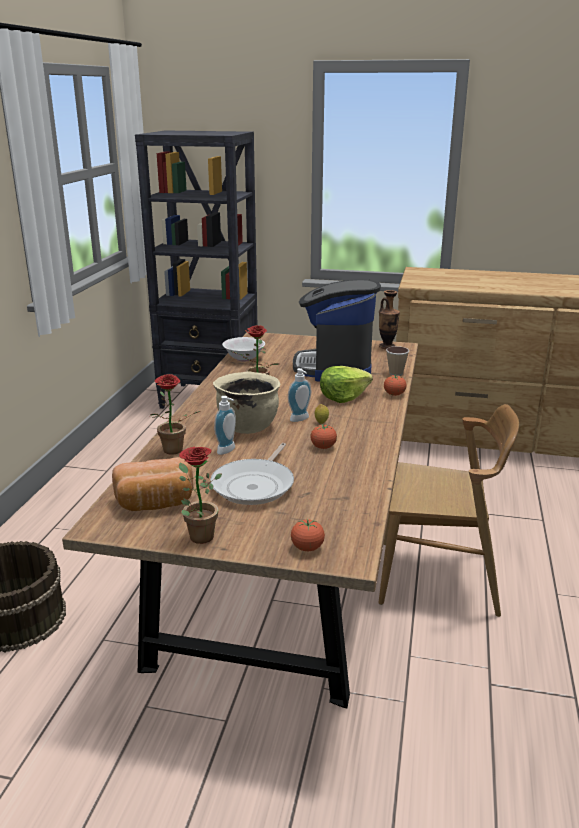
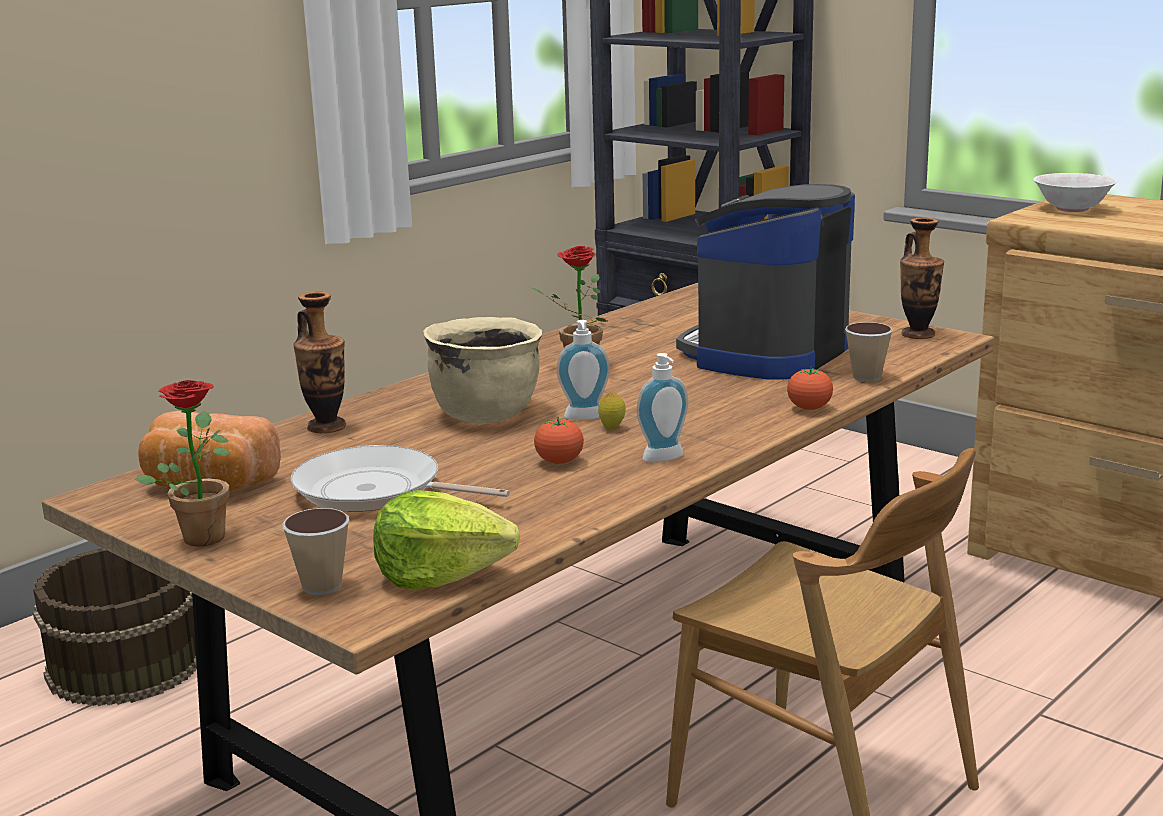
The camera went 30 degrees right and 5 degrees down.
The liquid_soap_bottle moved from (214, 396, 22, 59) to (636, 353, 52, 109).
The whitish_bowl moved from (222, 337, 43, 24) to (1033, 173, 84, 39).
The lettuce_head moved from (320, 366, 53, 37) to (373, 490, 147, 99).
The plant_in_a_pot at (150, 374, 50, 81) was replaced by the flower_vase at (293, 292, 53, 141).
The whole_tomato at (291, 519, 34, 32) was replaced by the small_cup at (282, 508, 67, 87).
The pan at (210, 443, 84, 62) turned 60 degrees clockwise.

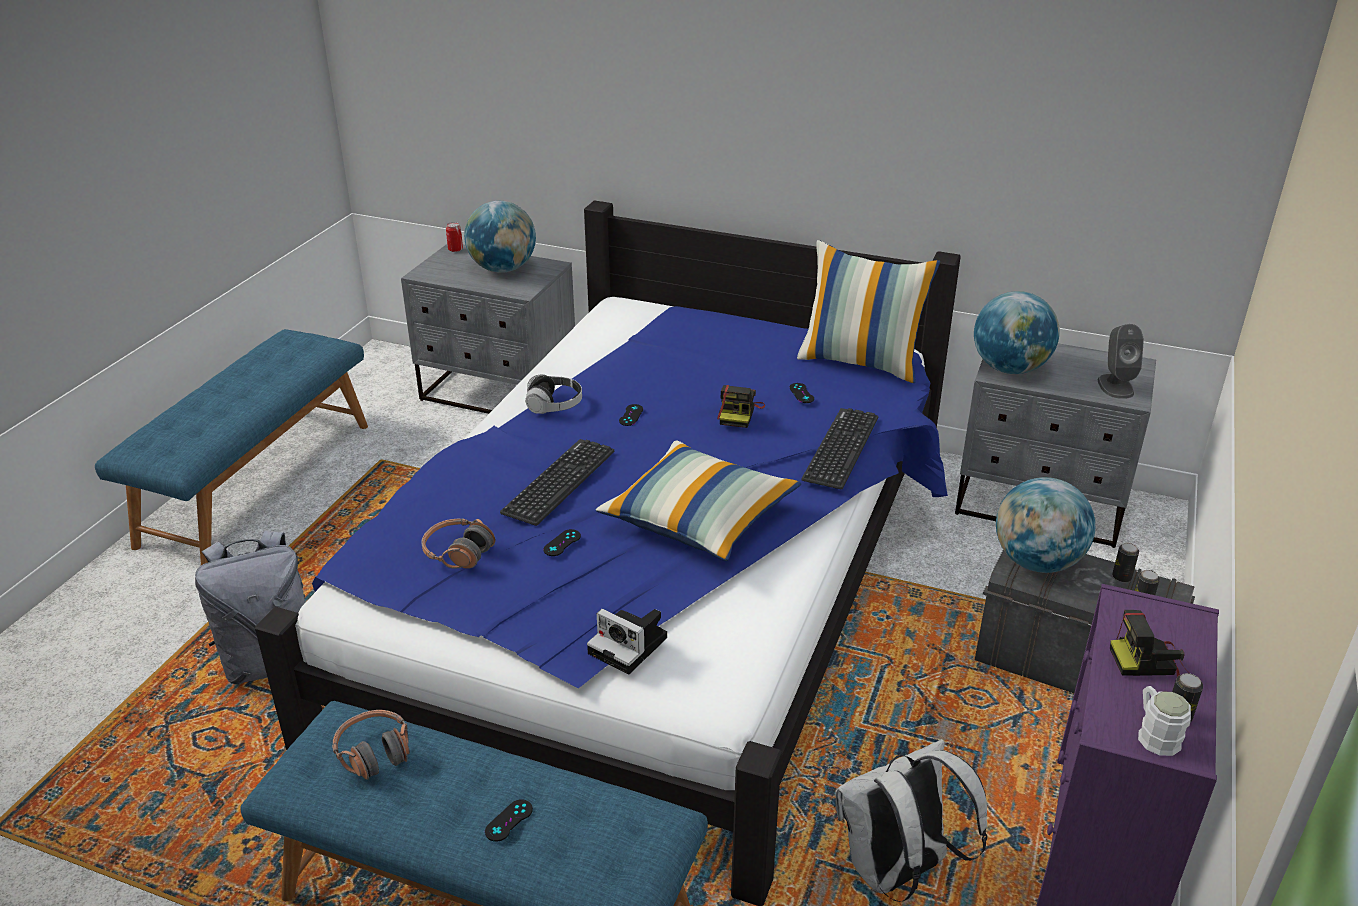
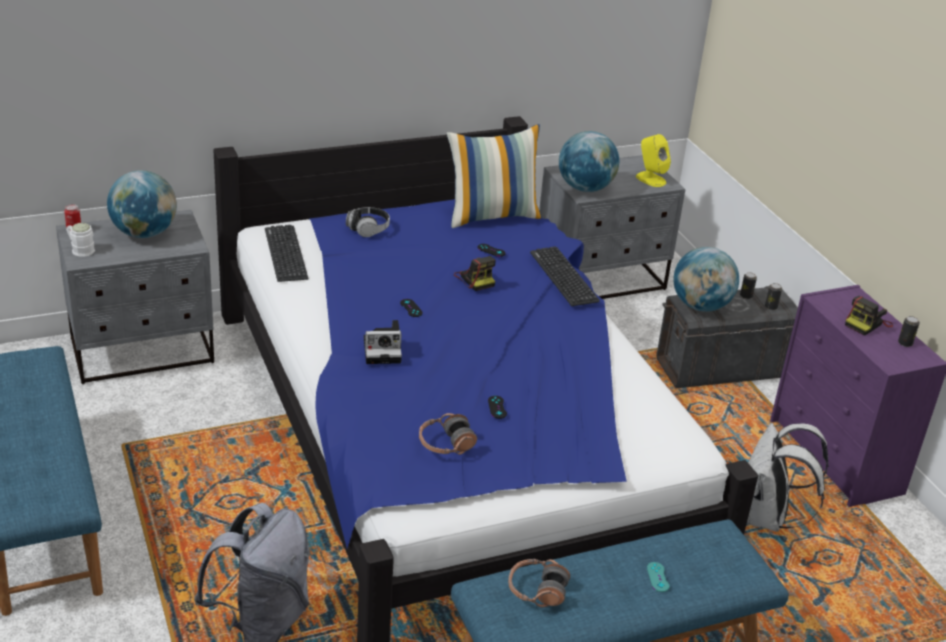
The camera went 45 degrees left and 0 degrees up.
The cushion at (596, 440, 205, 121) disappeared.
The computer_keyboard moved from (500, 439, 114, 87) to (265, 225, 43, 57).
The headset moved from (525, 374, 57, 40) to (346, 207, 44, 30).
The photo_camera moved from (587, 609, 80, 65) to (364, 320, 38, 44).
The whitish_coffee_mug moved from (1138, 686, 53, 70) to (66, 223, 29, 33).
The blackish_joypad at (485, 799, 48, 43) became the turquoise-coloured_joypad at (647, 562, 23, 30).
The greyish_audio_speaker at (1098, 324, 46, 75) became the yellowish_audio_speaker at (636, 134, 35, 53).

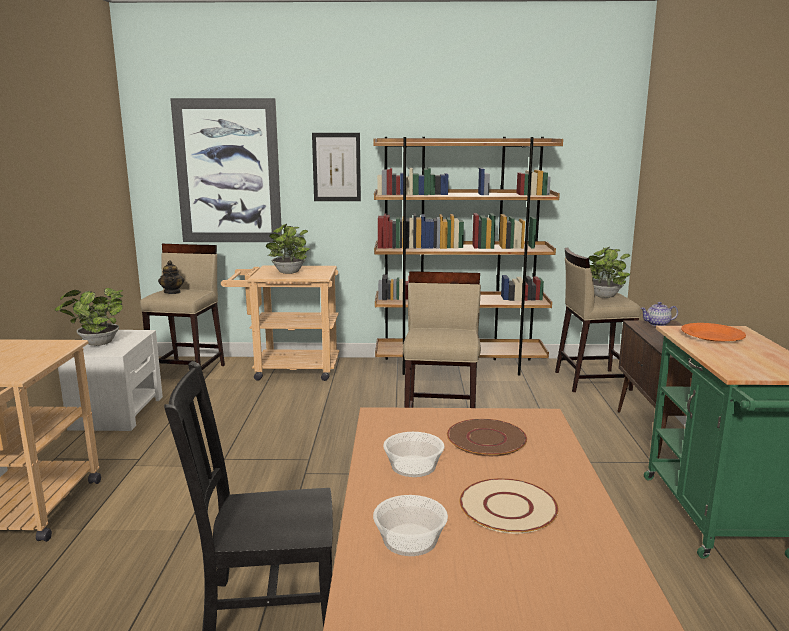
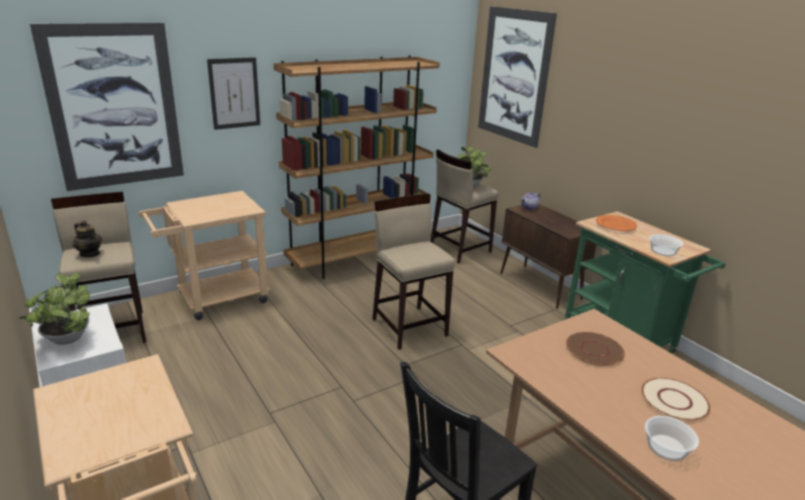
The camera went 35 degrees left and 10 degrees up.
The plant_in_a_pot at (266, 224, 44, 50) disappeared.
The wall_picture at (478, 6, 79, 142) appeared.
The bowl moved from (383, 432, 61, 45) to (650, 234, 33, 22).

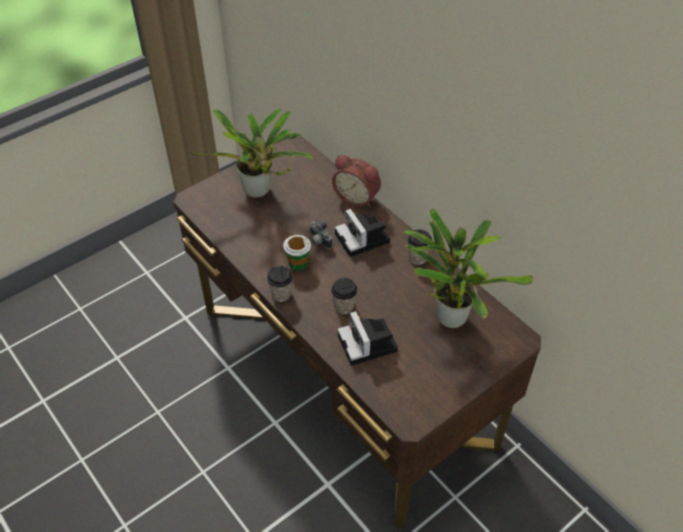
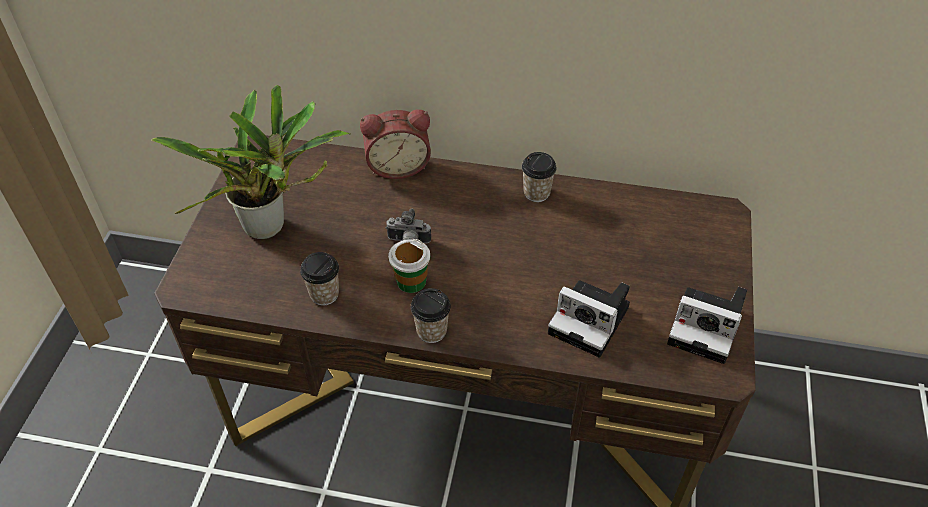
The camera went 40 degrees left and 0 degrees up.
The plant_in_a_pot at (404, 209, 130, 119) disappeared.
The small_cup moved from (331, 278, 27, 36) to (300, 252, 39, 54).
The photo_camera moved from (335, 209, 55, 48) to (667, 287, 80, 77).

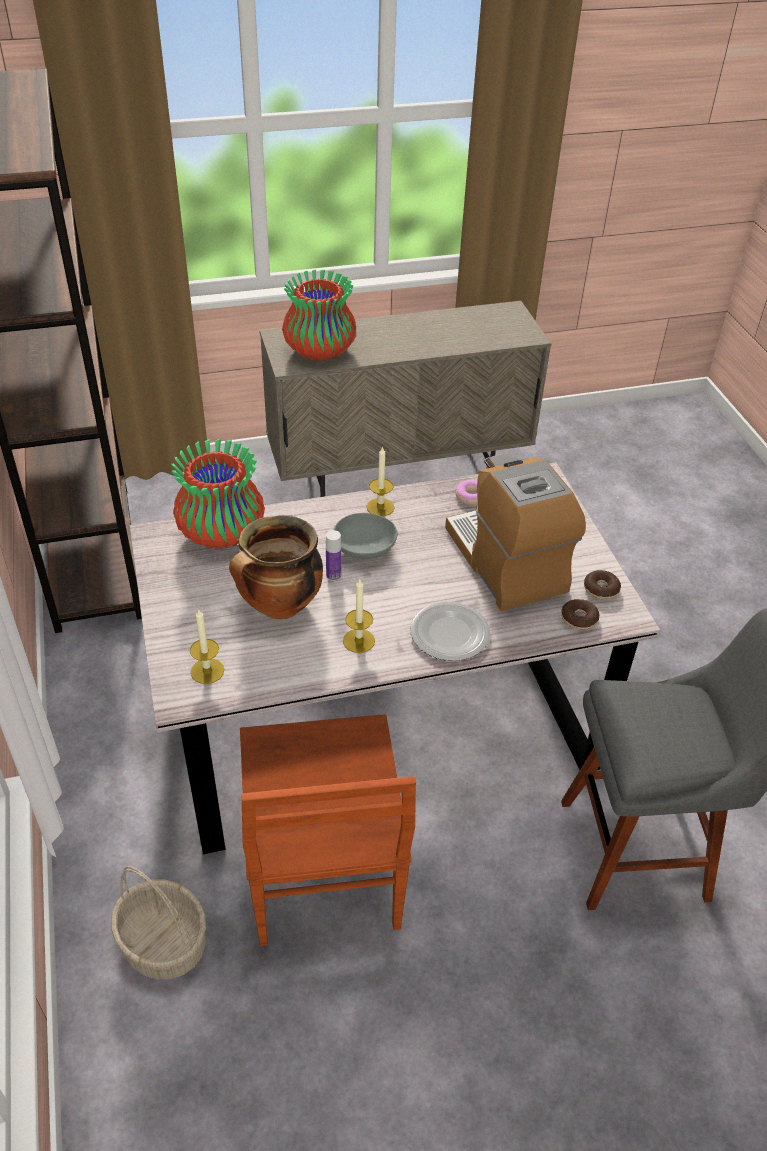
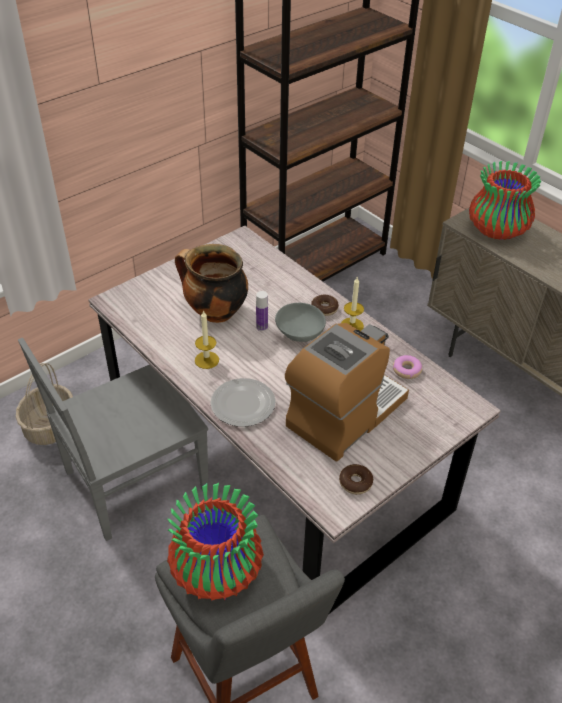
The camera went 65 degrees right and 0 degrees up.
The candle at (190, 609, 34, 75) disappeared.
The flower_vase moved from (171, 439, 94, 110) to (167, 483, 97, 118).
The ring_doughnut moved from (561, 599, 38, 31) to (311, 295, 28, 21).
The brown-coloured_chair at (240, 714, 176, 232) became the greyish_chair at (18, 338, 191, 203).

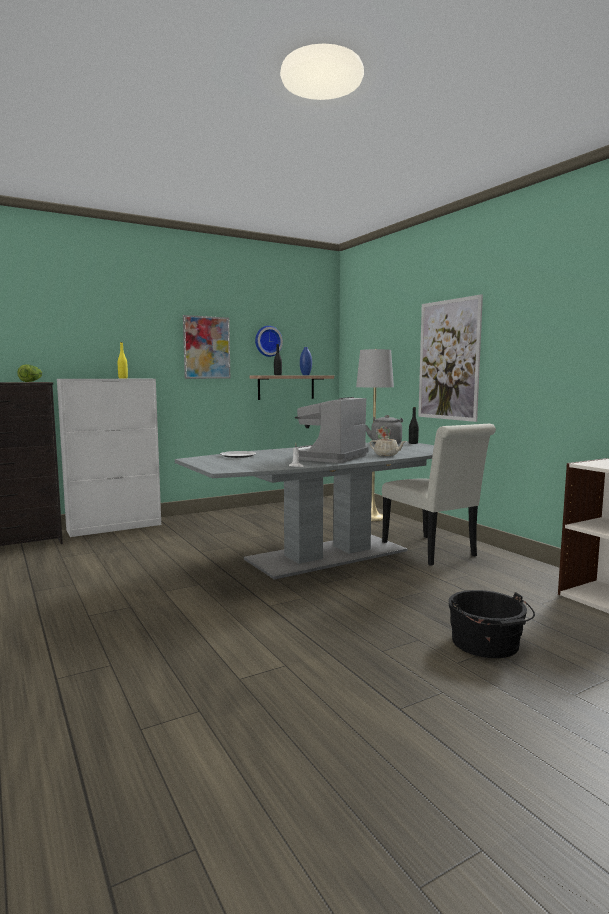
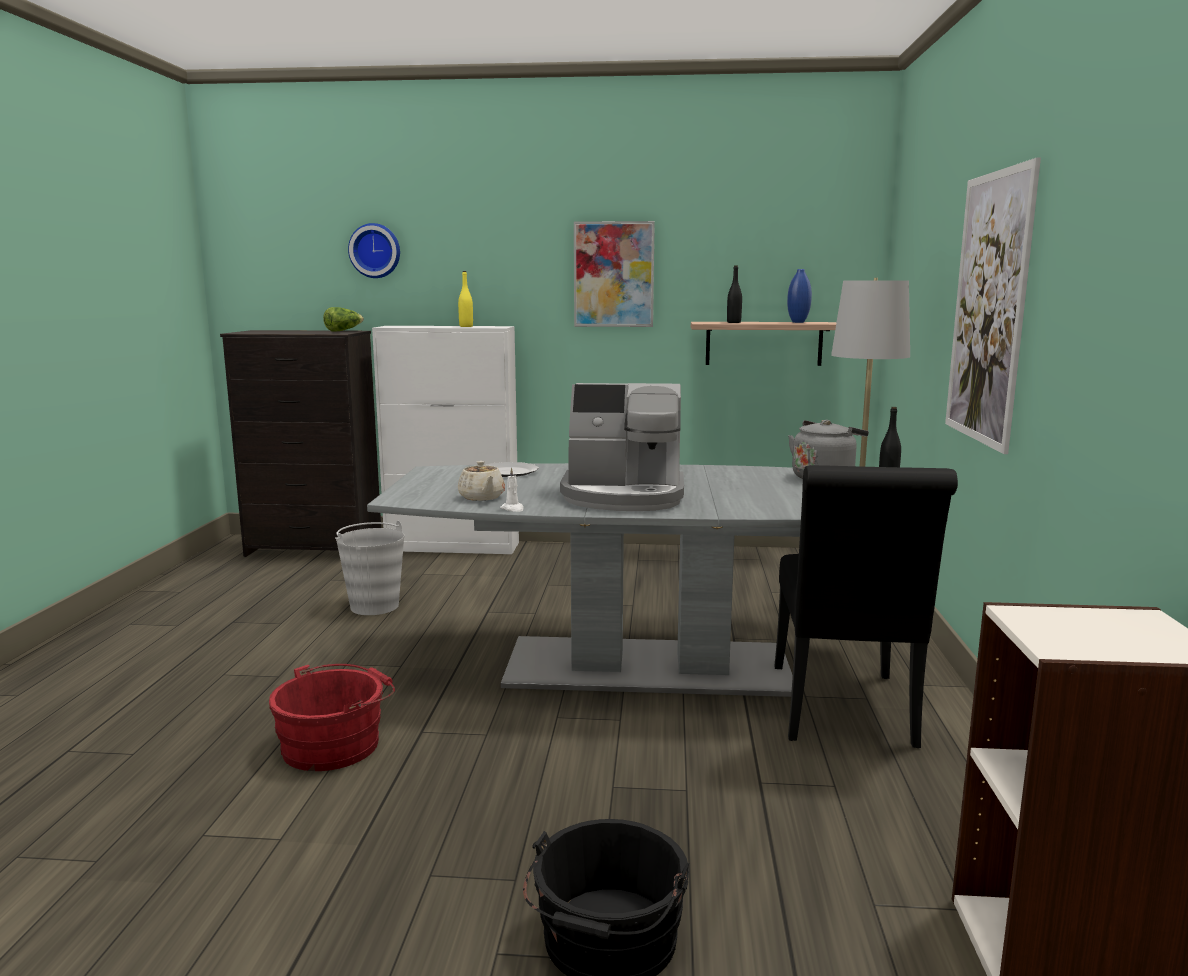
The camera went 35 degrees right and 5 degrees up.
The red_pail at (269, 664, 126, 107) appeared.
The greyish_pail at (335, 521, 69, 94) appeared.
The clock_on_the_wall moved from (255, 326, 28, 31) to (348, 223, 52, 55).
The sand-coloured_tea_pot moved from (369, 436, 37, 20) to (458, 461, 47, 40).
The whitish_chair at (382, 424, 114, 142) became the blackish_chair at (774, 465, 184, 283).
The coffee_maker at (295, 397, 74, 66) turned 150 degrees counterclockwise.

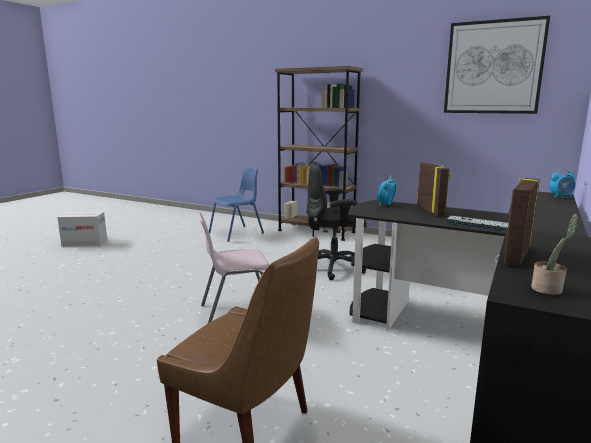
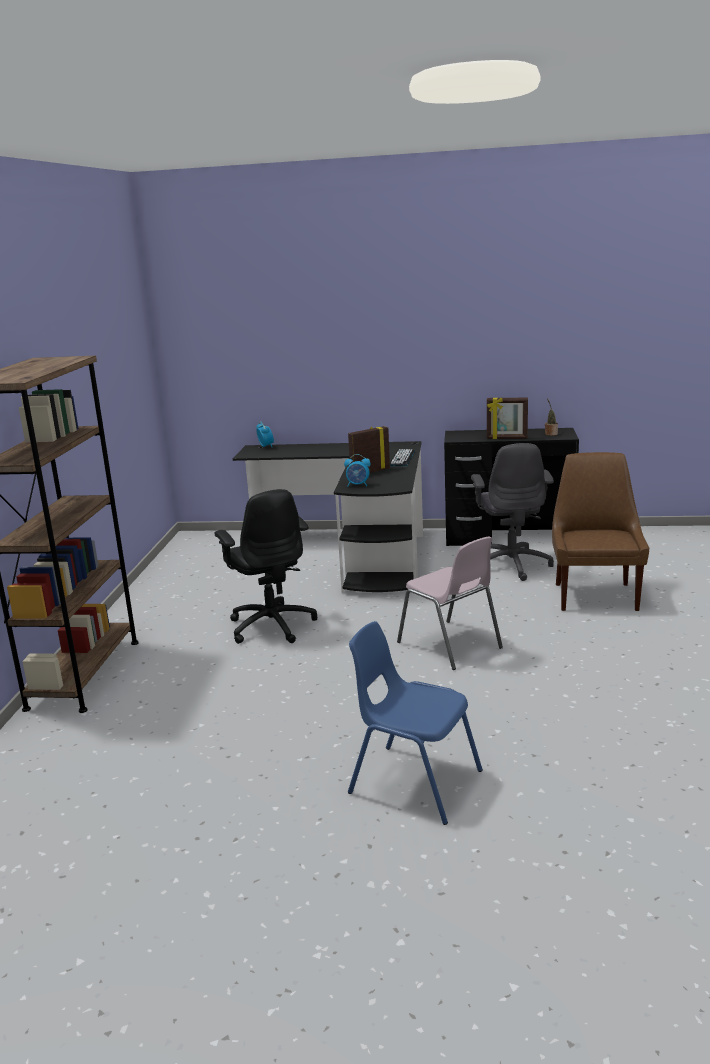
The camera went 110 degrees left and 5 degrees up.
The packing_box at (57, 212, 50, 34) disappeared.
The wall_picture at (444, 16, 106, 98) disappeared.
The greyish_computer_chair at (471, 443, 83, 138) appeared.
The blue_chair moved from (209, 167, 55, 75) to (348, 621, 135, 204).

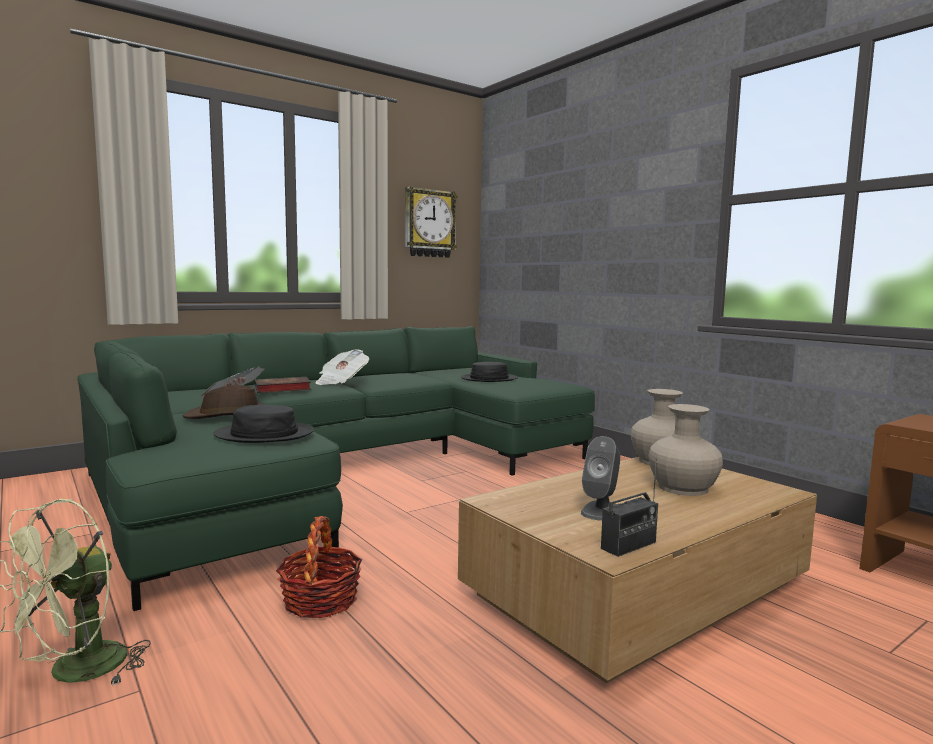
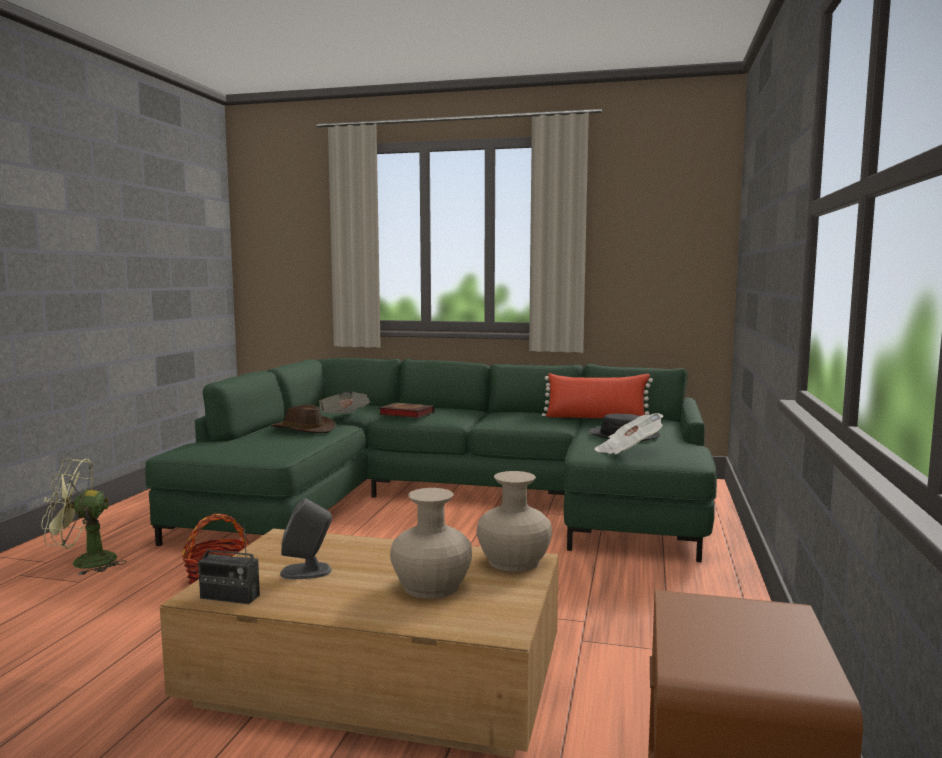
The camera went 50 degrees right and 0 degrees up.
The blackish_hat at (213, 405, 101, 38) disappeared.
The clock_on_the_wall at (405, 186, 53, 72) disappeared.
The red_cushion at (542, 373, 111, 45) appeared.
The daily_paper moved from (315, 349, 54, 36) to (595, 413, 69, 41).

